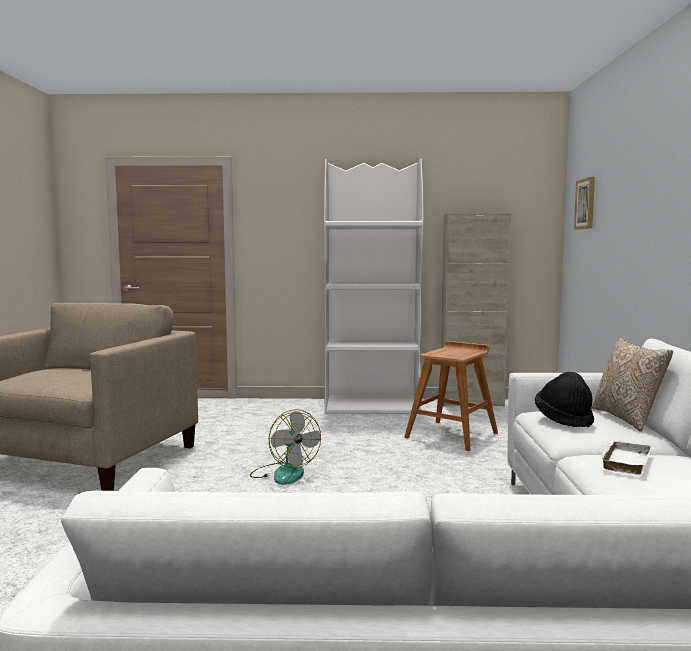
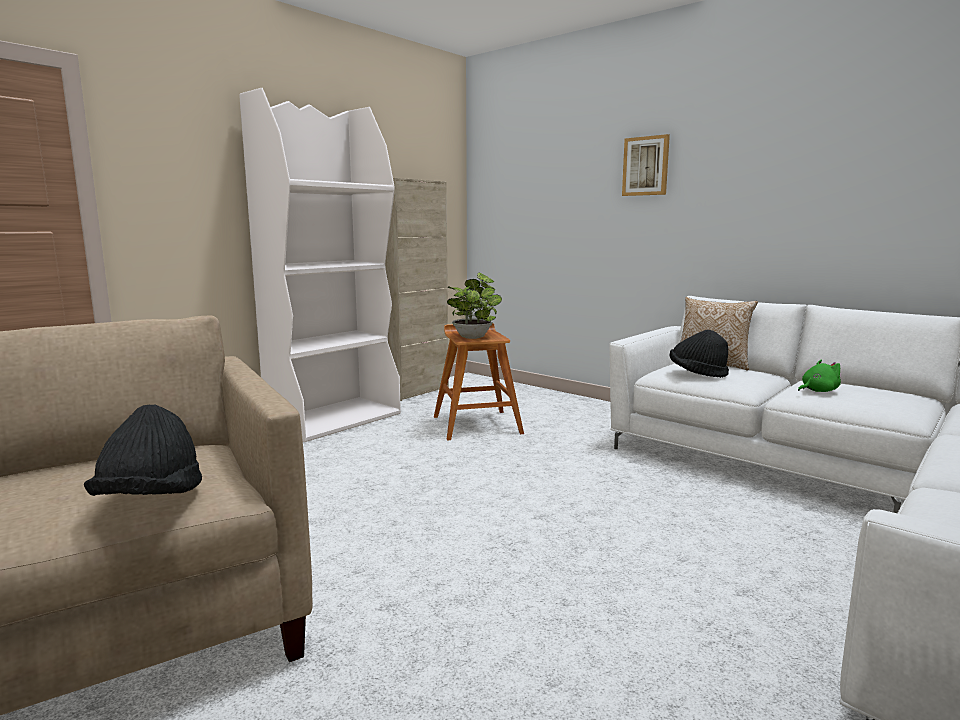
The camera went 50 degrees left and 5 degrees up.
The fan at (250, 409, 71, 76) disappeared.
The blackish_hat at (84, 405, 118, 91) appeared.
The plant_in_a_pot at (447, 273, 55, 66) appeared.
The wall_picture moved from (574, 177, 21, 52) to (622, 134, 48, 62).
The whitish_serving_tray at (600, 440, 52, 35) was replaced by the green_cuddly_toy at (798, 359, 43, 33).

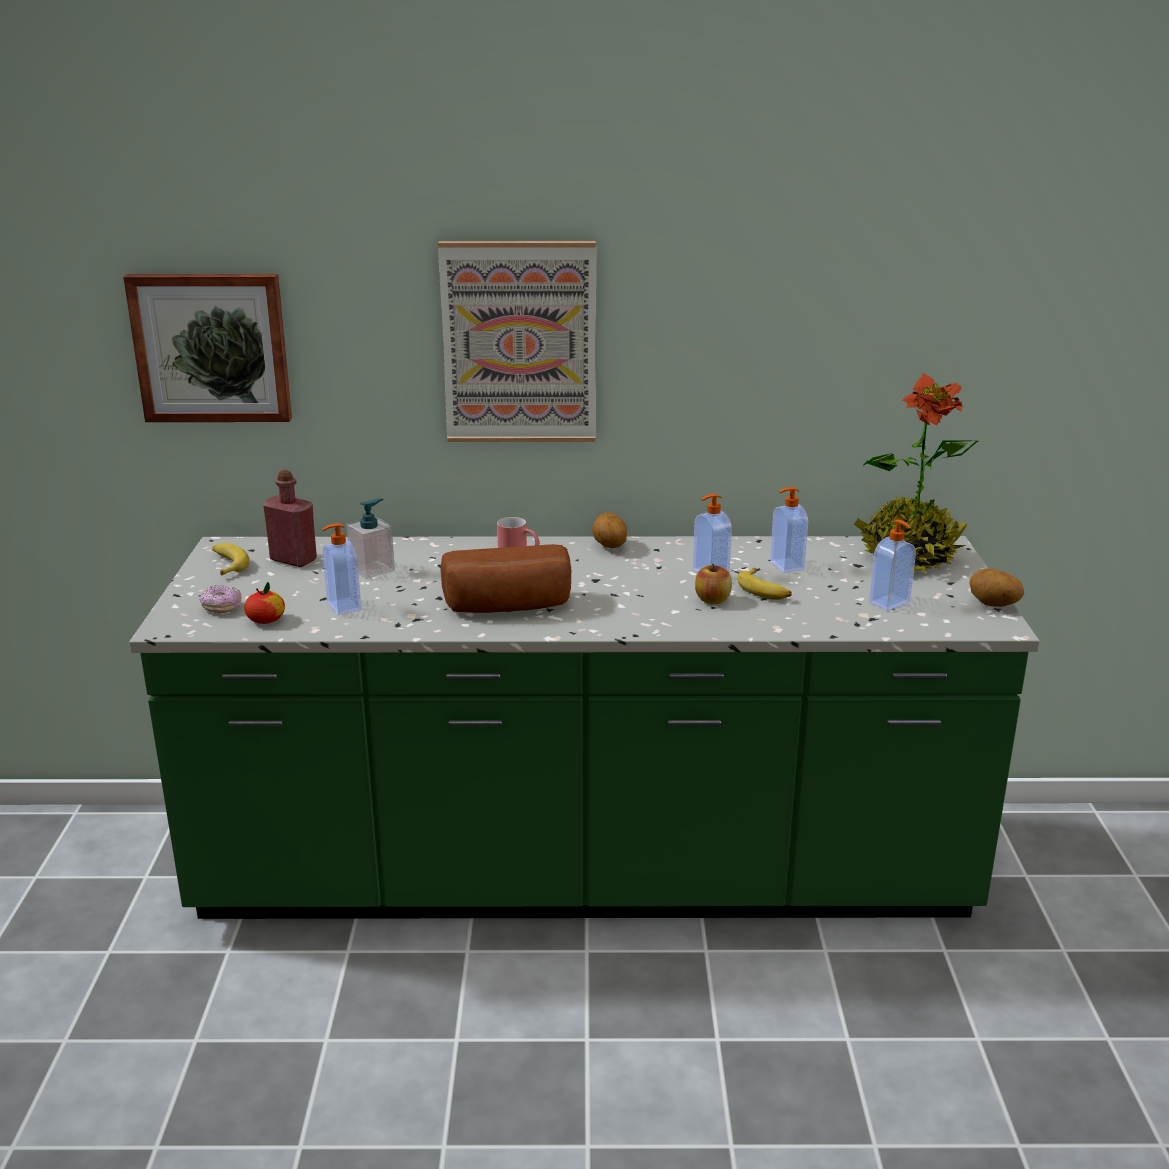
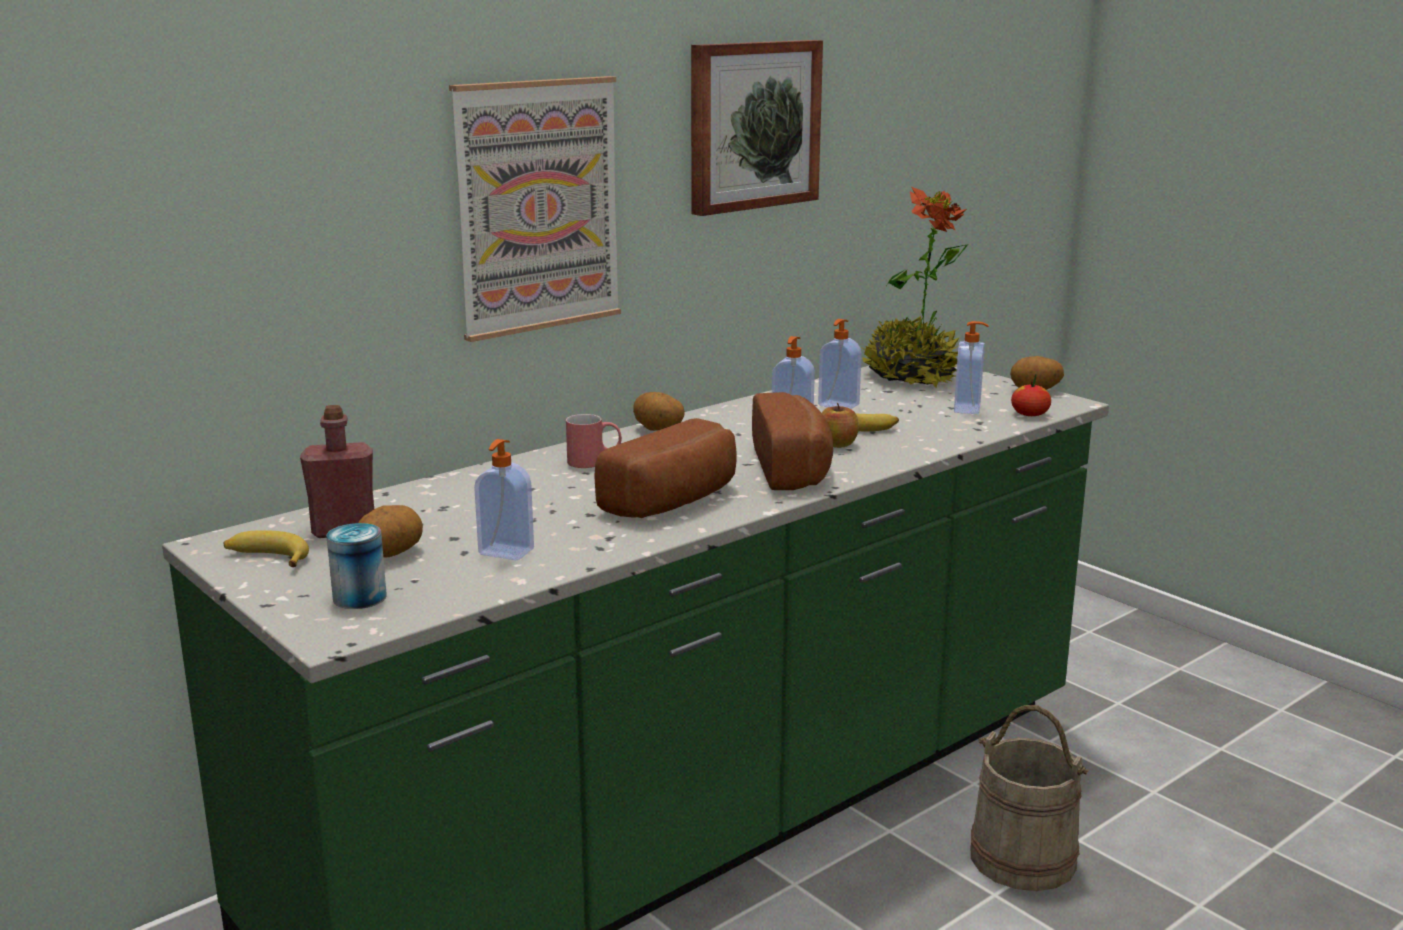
The camera went 40 degrees left and 5 degrees down.
The liquid_soap_bottle at (346, 498, 49, 81) disappeared.
The whole_potato at (358, 505, 65, 53) appeared.
The bakery_bread at (752, 392, 81, 98) appeared.
The sand-coloured_pail at (971, 705, 118, 186) appeared.
The wall_picture moved from (123, 274, 169, 148) to (691, 40, 132, 176).
The apple_fruit moved from (244, 582, 41, 42) to (1011, 374, 40, 42).
The ring_doughnut at (199, 585, 43, 28) was replaced by the can at (326, 523, 61, 86).

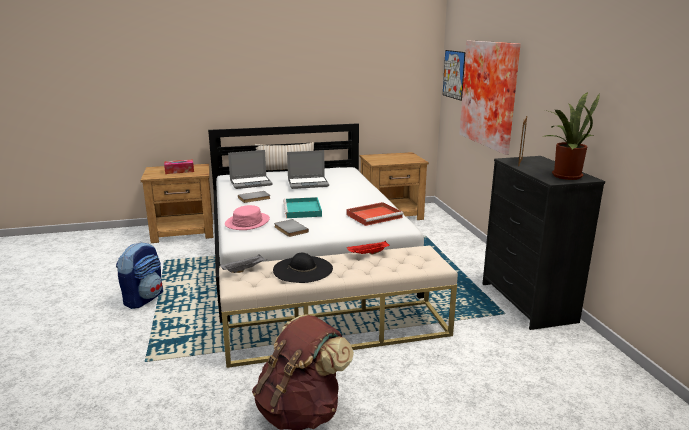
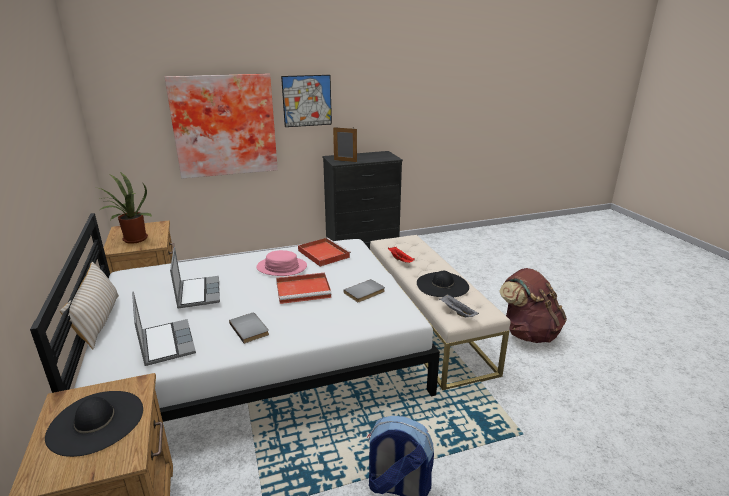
The camera went 95 degrees left and 5 degrees up.
The pink-coloured_hat moved from (225, 205, 45, 25) to (257, 250, 50, 26).
The wall_picture moved from (443, 50, 22, 51) to (281, 75, 51, 52).
The plant_in_a_pot moved from (543, 92, 57, 88) to (99, 172, 53, 72).
The box_of_tissues at (164, 159, 30, 15) was replaced by the blackish_hat at (45, 391, 98, 66).
The turquoise-coloured_serving_tray at (283, 197, 39, 21) became the red_serving_tray at (276, 273, 56, 31).

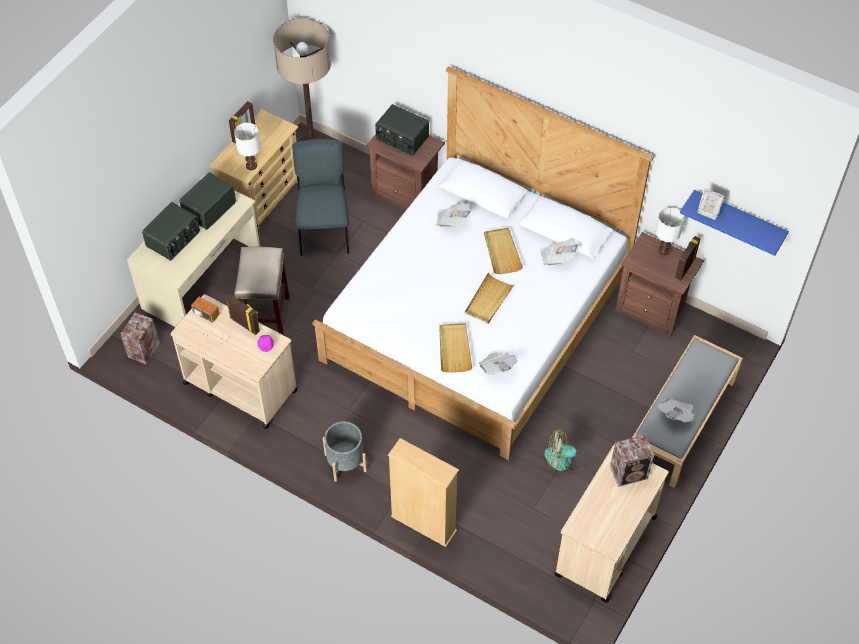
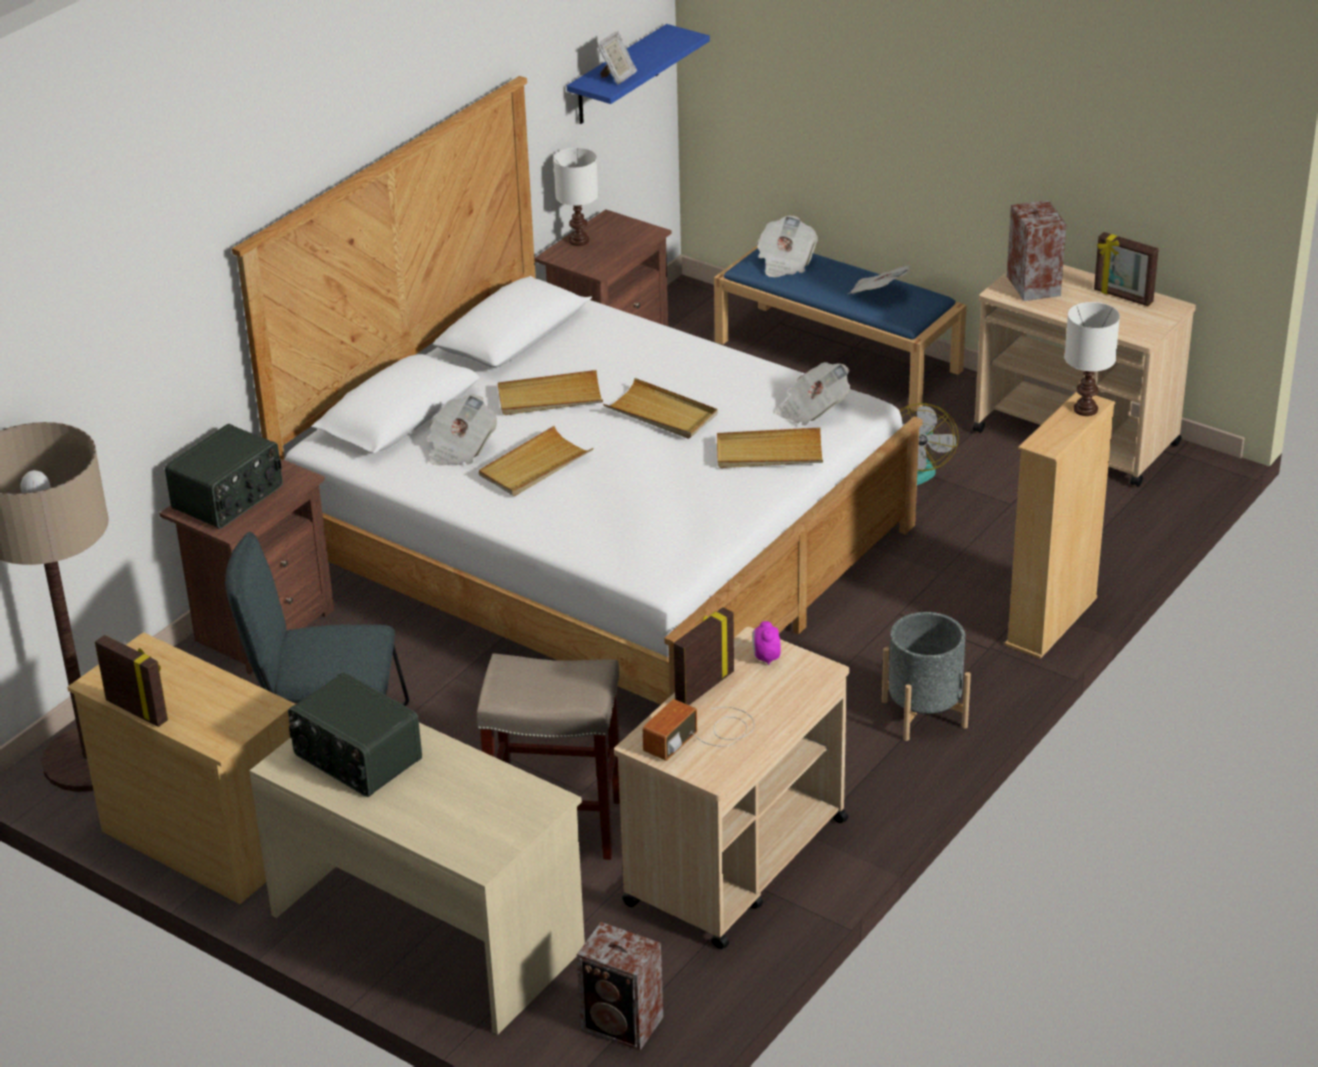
The camera went 85 degrees left and 20 degrees down.
The radio_receiver at (142, 202, 58, 59) disappeared.
The sand-coloured_serving_tray at (479, 426, 114, 70) appeared.
The whitish_table_lamp moved from (234, 123, 27, 47) to (1064, 302, 56, 114).
The daily_paper moved from (540, 238, 39, 28) to (756, 216, 62, 61).
The picture_frame moved from (675, 236, 26, 45) to (1094, 232, 65, 74).
The greyish_long_seat at (632, 335, 111, 152) became the blue_long_seat at (714, 246, 253, 164).

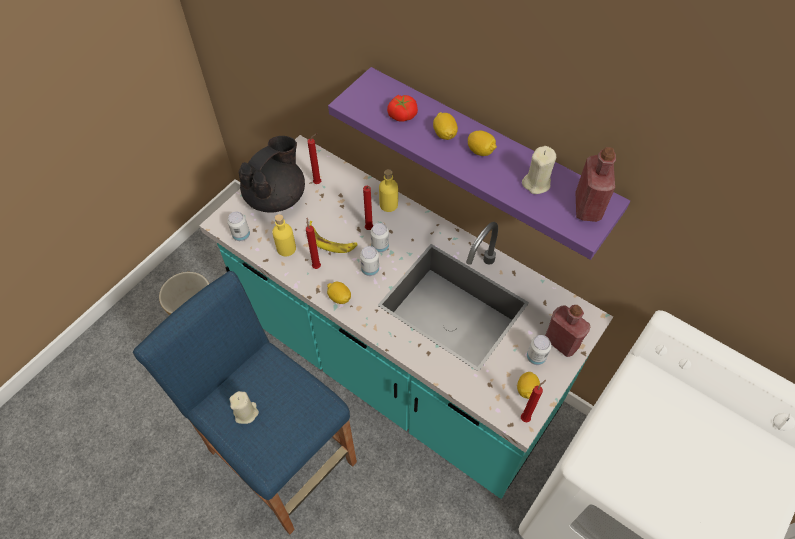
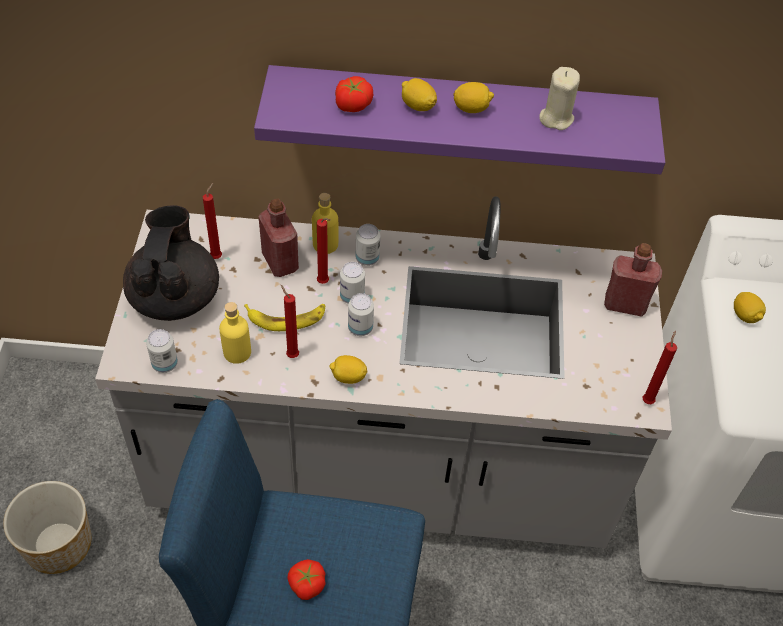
The camera went 35 degrees left and 5 degrees down.
The lemon moved from (517, 372, 23, 27) to (734, 292, 32, 31).
The can moved from (527, 335, 24, 30) to (356, 224, 24, 42).
The red_drink_bottle moved from (576, 147, 40, 75) to (258, 198, 41, 79).
The sand-coloured_candle at (229, 391, 30, 33) was replaced by the whole_tomato at (287, 559, 39, 41).
The turquoise-coloured_kitchen_base_unit at (199, 135, 414, 364) became the greyish_kitchen_base_unit at (95, 196, 577, 352).

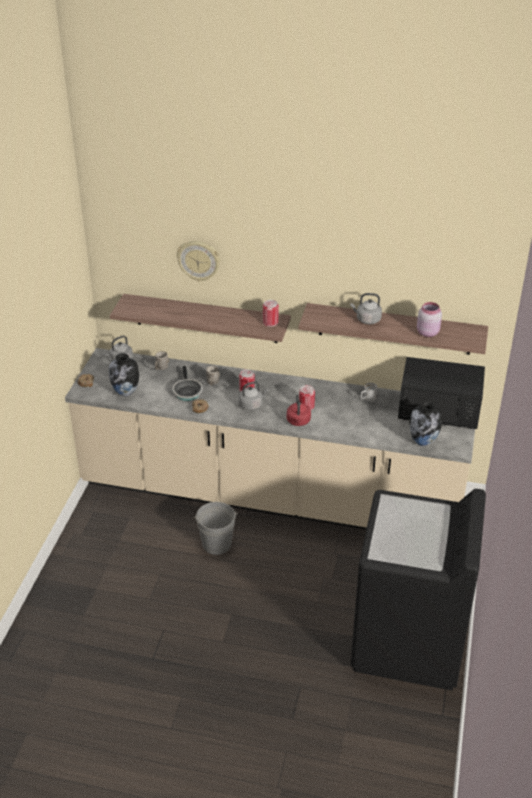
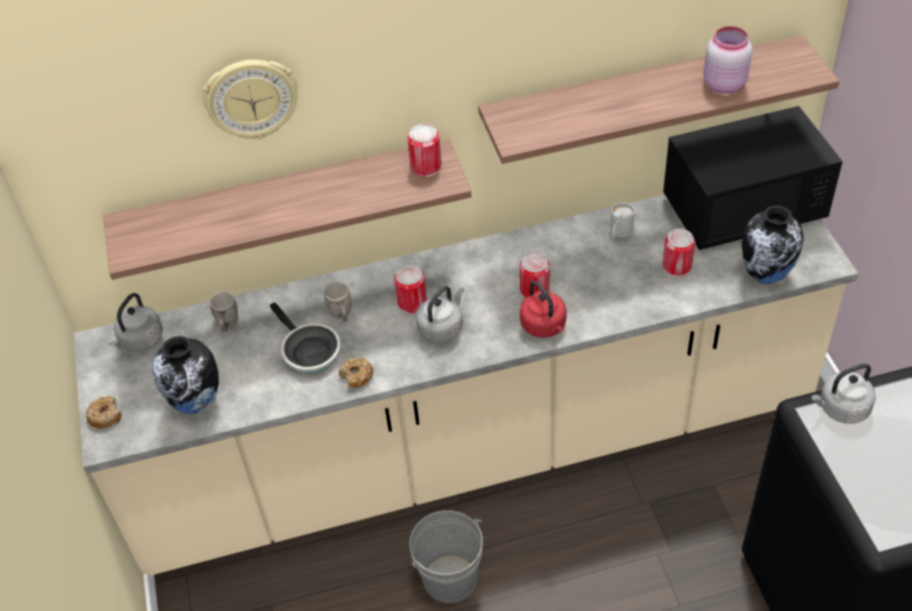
The camera went 25 degrees left and 10 degrees up.
The can at (662, 229, 33, 48) appeared.
The greyish_kettle moved from (350, 293, 32, 31) to (811, 363, 65, 61).

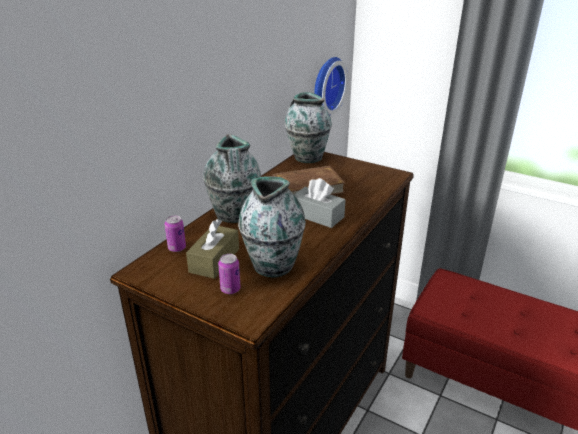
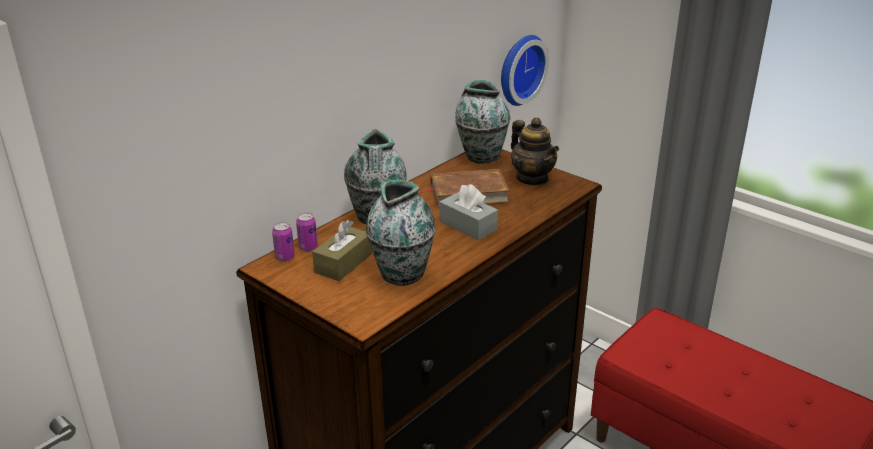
The camera went 10 degrees right and 0 degrees up.
The tea_pot at (511, 117, 48, 68) appeared.
The can moved from (218, 254, 22, 40) to (272, 222, 23, 39).

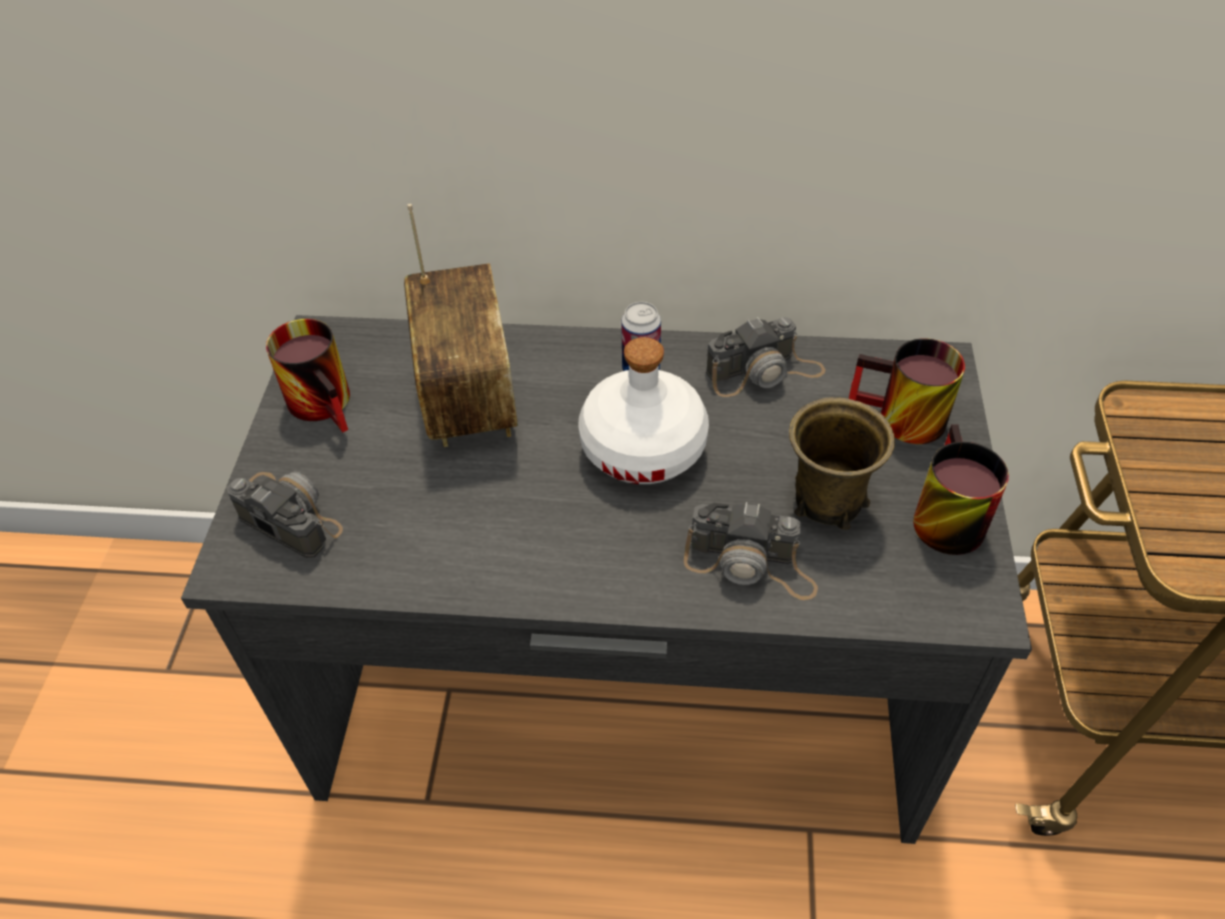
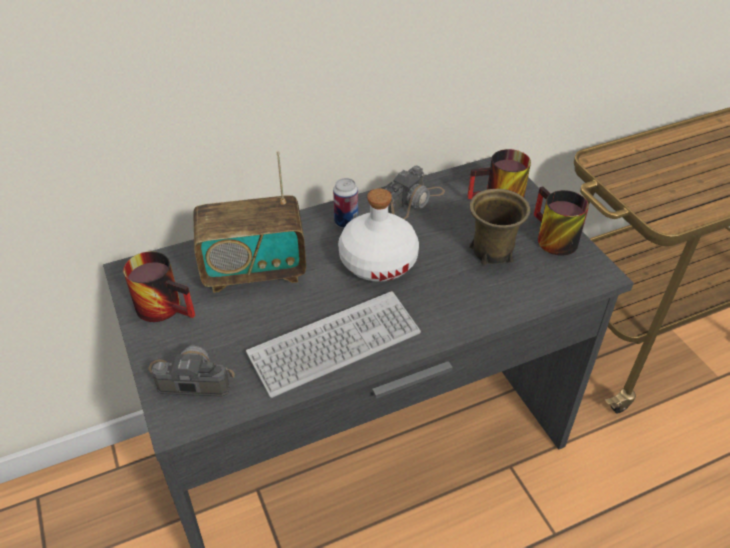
The camera went 30 degrees left and 5 degrees down.
The photo_camera at (684, 502, 134, 98) disappeared.
The computer_keyboard at (246, 291, 175, 107) appeared.
The radio_receiver at (404, 204, 114, 243) turned 120 degrees clockwise.

